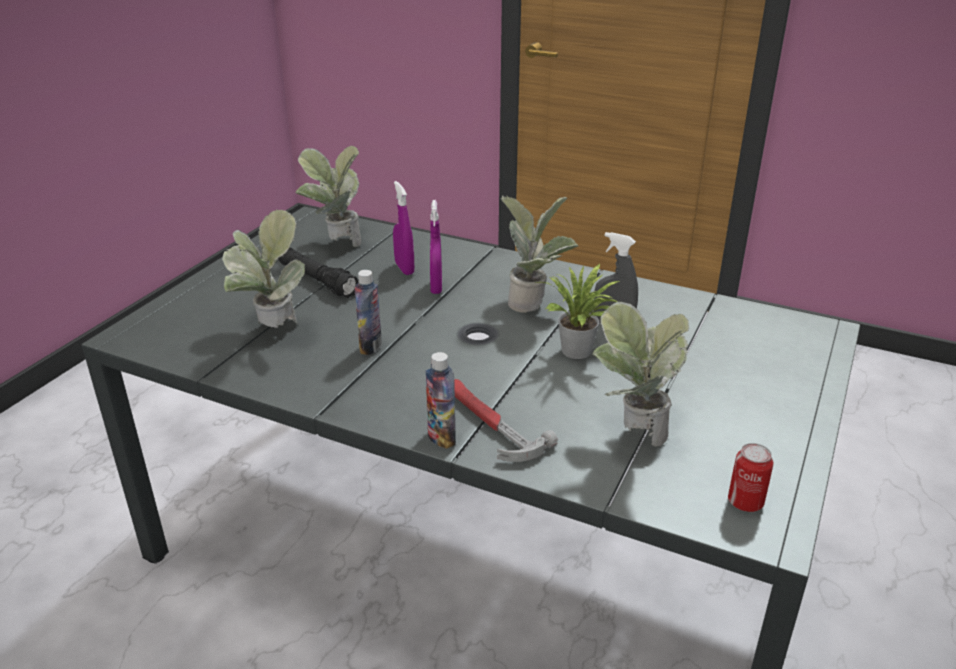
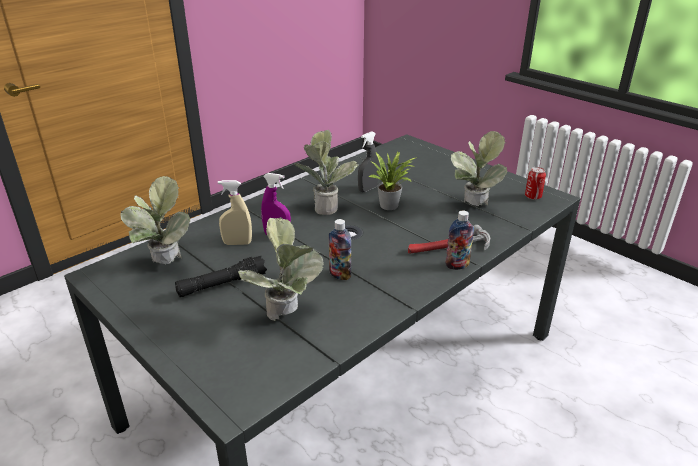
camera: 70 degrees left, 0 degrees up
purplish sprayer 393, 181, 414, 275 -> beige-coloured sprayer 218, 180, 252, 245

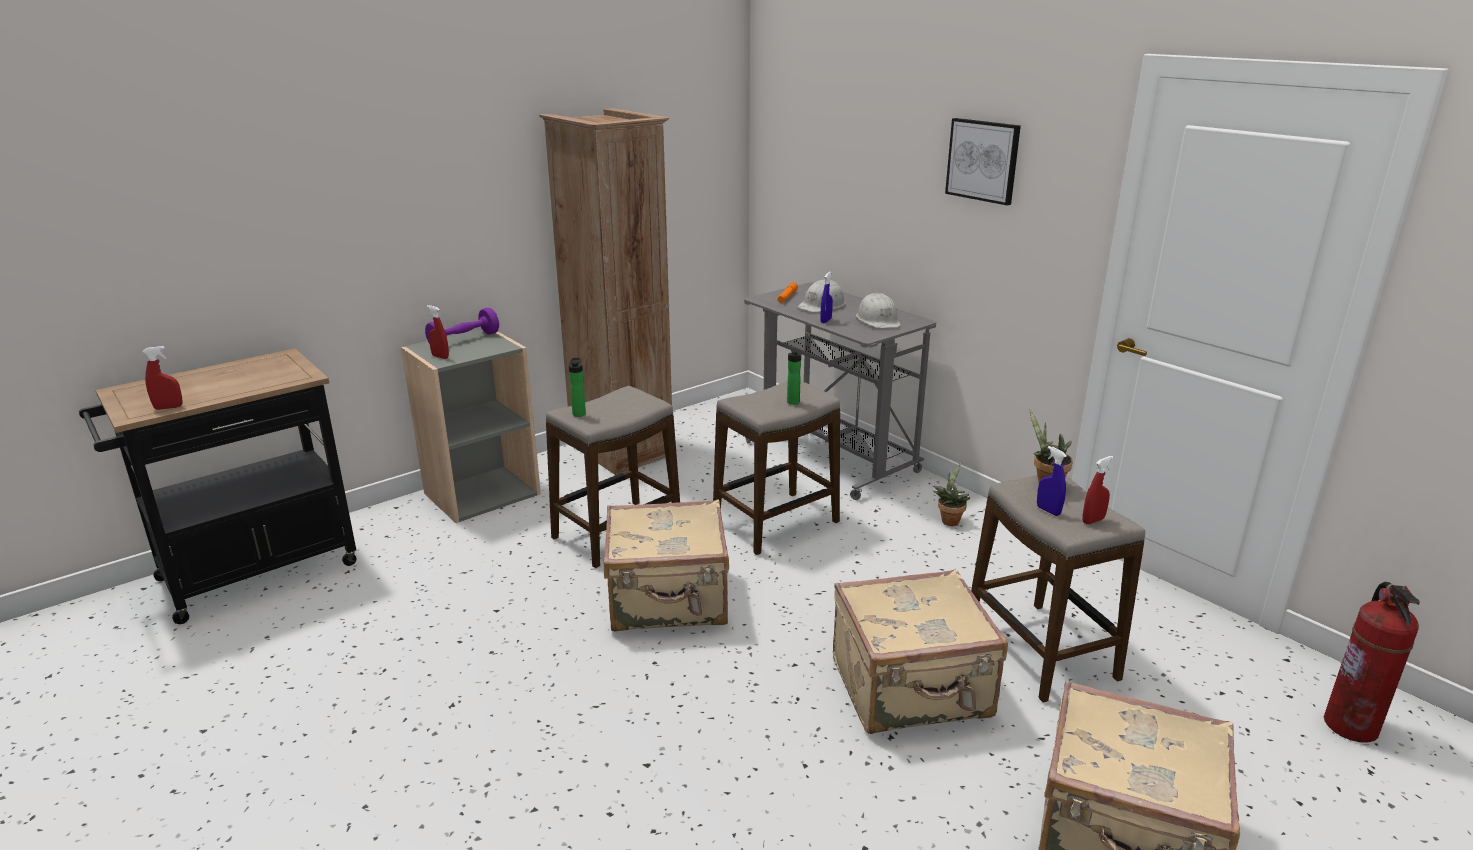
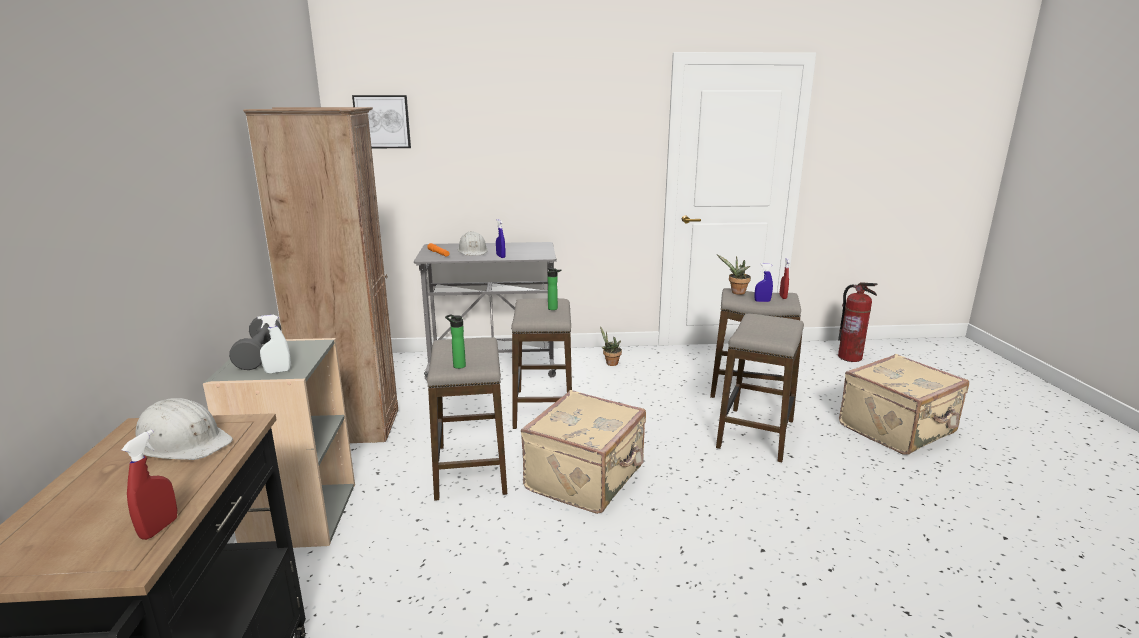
camera: 55 degrees left, 5 degrees down
white-coloured hard hat 856, 293, 900, 328 -> white-coloured hard hat 136, 398, 233, 460, relocated
purplish dumbbell 425, 308, 499, 344 -> grey dumbbell 229, 315, 281, 370
reddish sprayer 427, 305, 449, 359 -> white-coloured sprayer 257, 315, 291, 373
wall picture 945, 118, 1021, 205 -> wall picture 352, 95, 411, 148, relocated
beige-coloured travel case 833, 569, 1008, 734 -> stool seat 716, 313, 804, 462

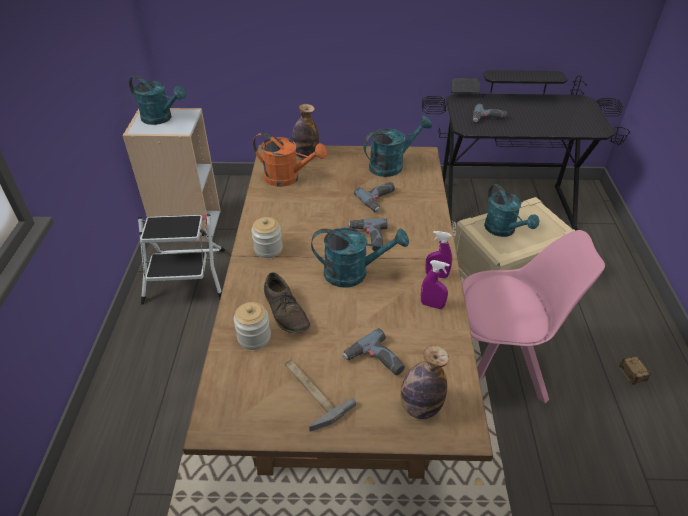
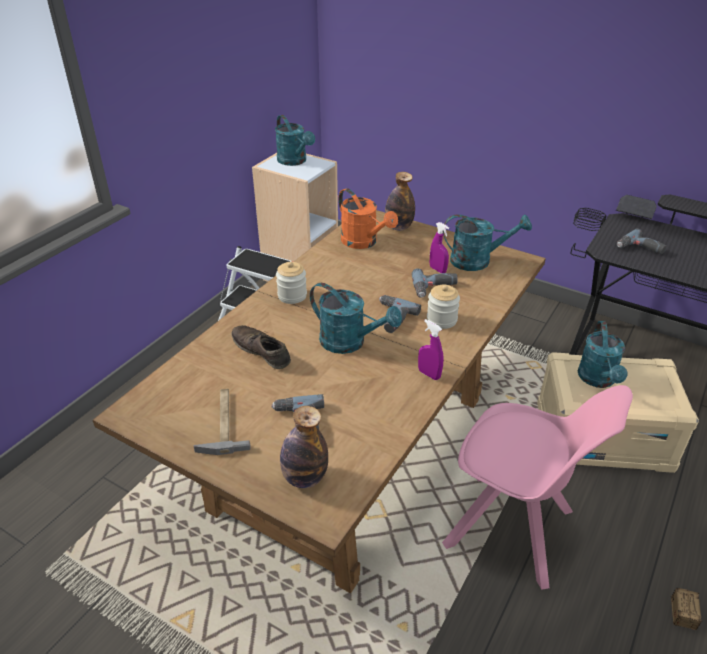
camera: 30 degrees right, 5 degrees down
brown-coloured low shoe 264, 272, 310, 334 -> brown-coloured low shoe 231, 325, 291, 369, 135 degrees clockwise
jar 234, 302, 271, 350 -> jar 427, 285, 460, 329, relocated
purplish sprayer 421, 260, 450, 309 -> purplish sprayer 430, 222, 449, 273, relocated

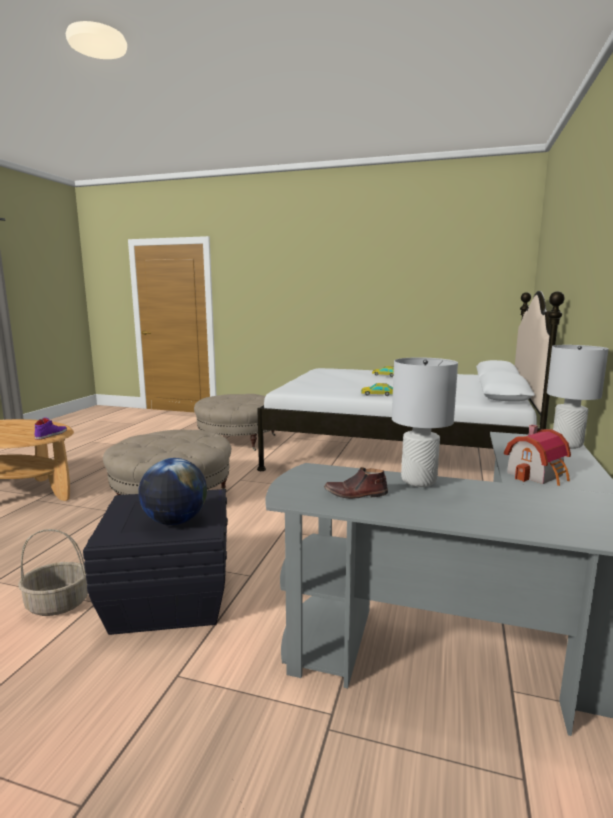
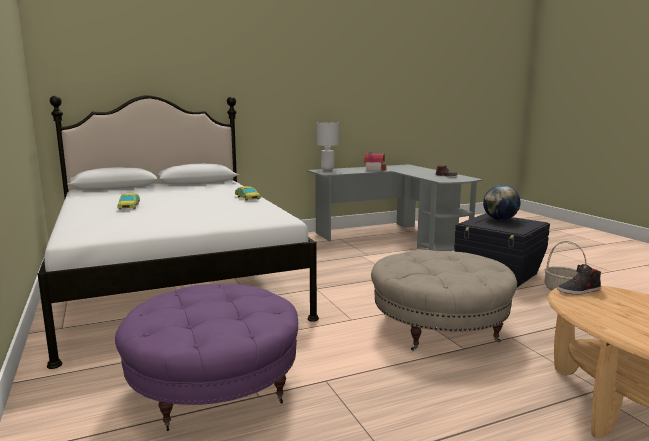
camera: 130 degrees left, 0 degrees up
beige-coloured footrest 194, 394, 276, 451 -> purplish footrest 115, 284, 298, 431
purplish low shoe 35, 417, 67, 440 -> black-coloured low shoe 557, 264, 601, 295
grey tabletop lamp 392, 357, 458, 487 -> none

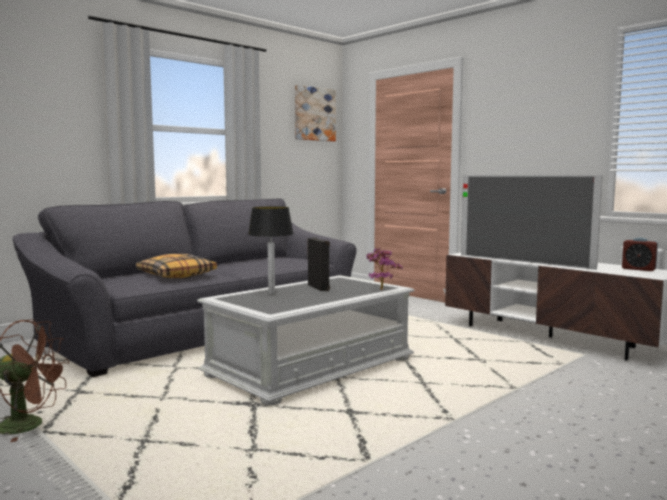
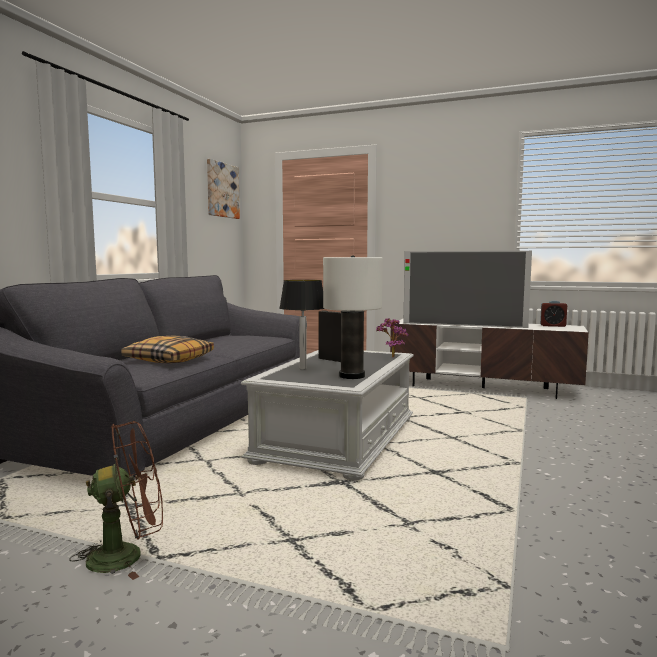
camera: 25 degrees left, 0 degrees up
none -> white-coloured tabletop lamp 323, 255, 383, 379

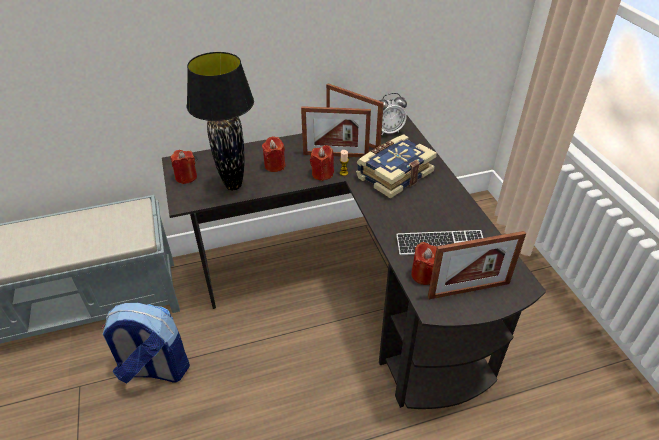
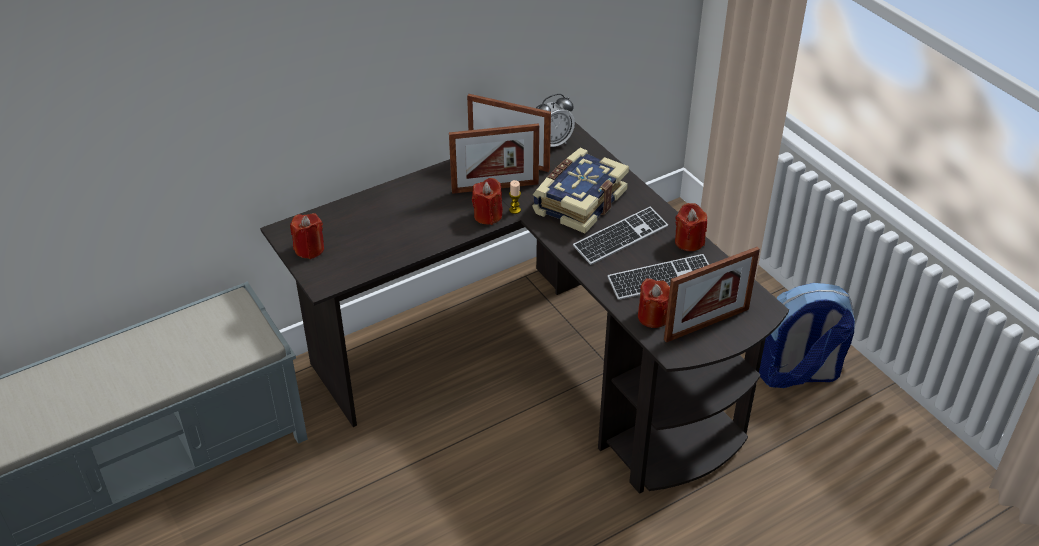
camera: 15 degrees left, 0 degrees up
none -> keyboard 573, 207, 668, 265
reddish wax light 262, 136, 286, 172 -> reddish wax light 675, 203, 707, 251, relocated
backpack 102, 303, 190, 384 -> backpack 759, 283, 855, 388, relocated
black-coloured tabletop lamp 187, 52, 254, 190 -> none

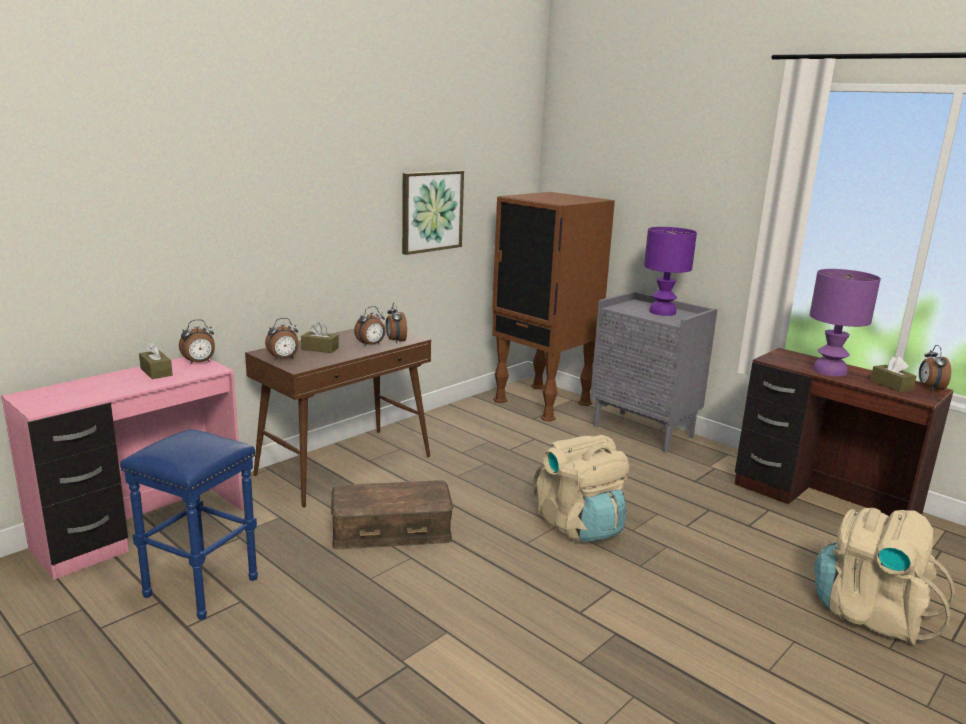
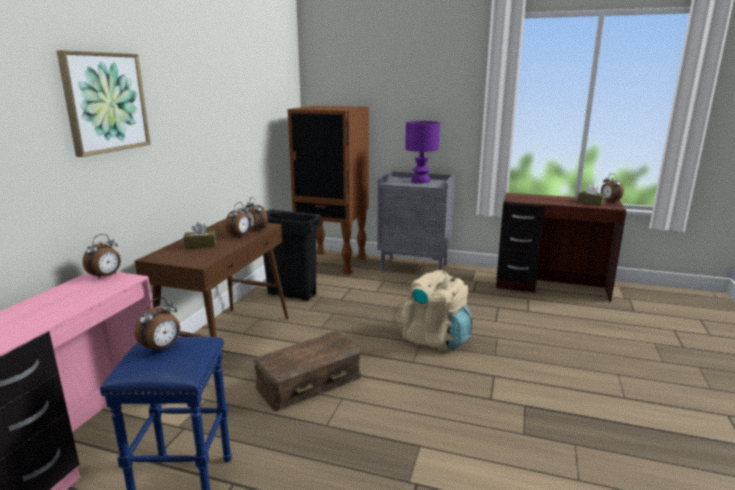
camera: 25 degrees left, 0 degrees up
wall picture 402, 170, 464, 255 -> wall picture 57, 50, 151, 157, relocated
alarm clock 265, 318, 299, 360 -> alarm clock 134, 297, 180, 354, relocated
none -> black-coloured rubbish bin 263, 209, 321, 301
brown-coloured tissue holder 139, 341, 173, 379 -> none
purplish tabletop lamp 810, 269, 881, 377 -> none
beige-coloured backpack 814, 508, 955, 645 -> none

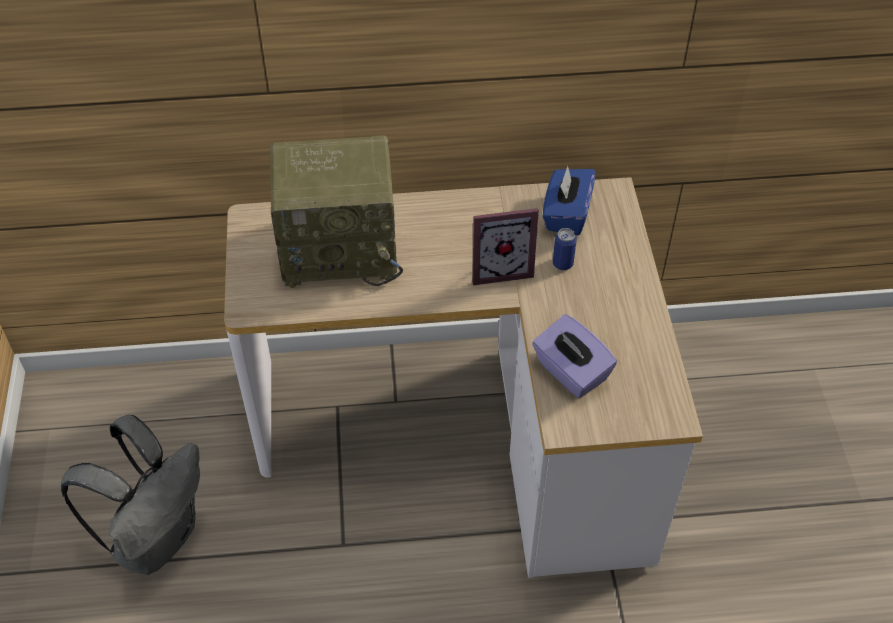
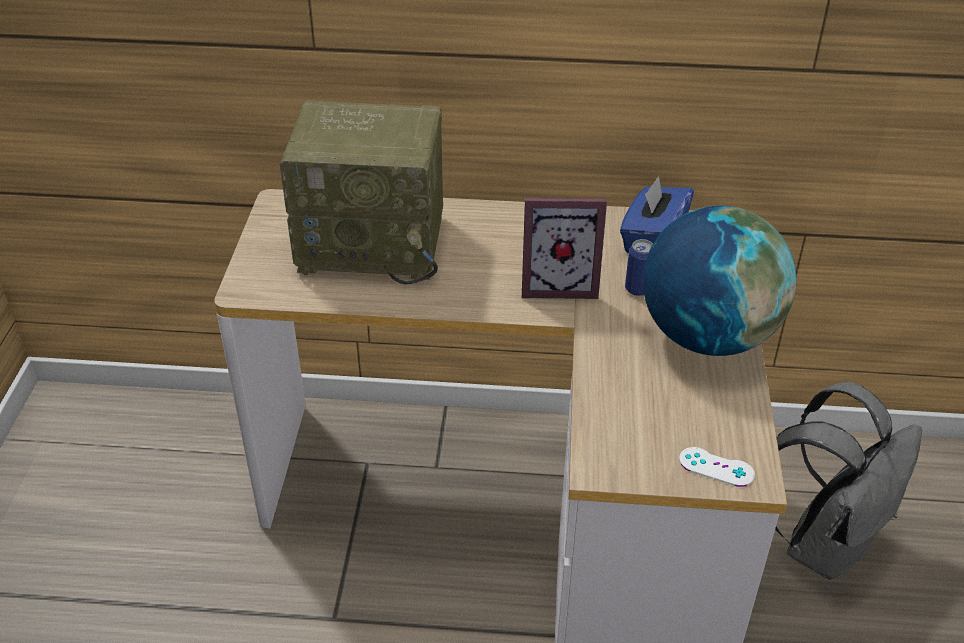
camera: 10 degrees right, 10 degrees down
none -> desk globe 643, 206, 797, 356
none -> white-coloured gamepad 679, 447, 755, 487
grey backpack 60, 415, 200, 575 -> grey backpack 775, 382, 922, 580, relocated
purplish tissue holder 532, 314, 617, 398 -> none

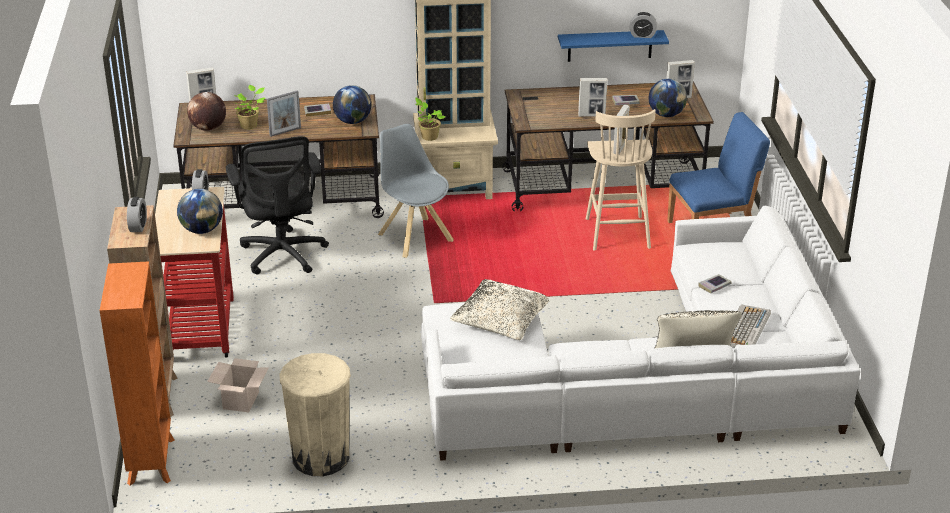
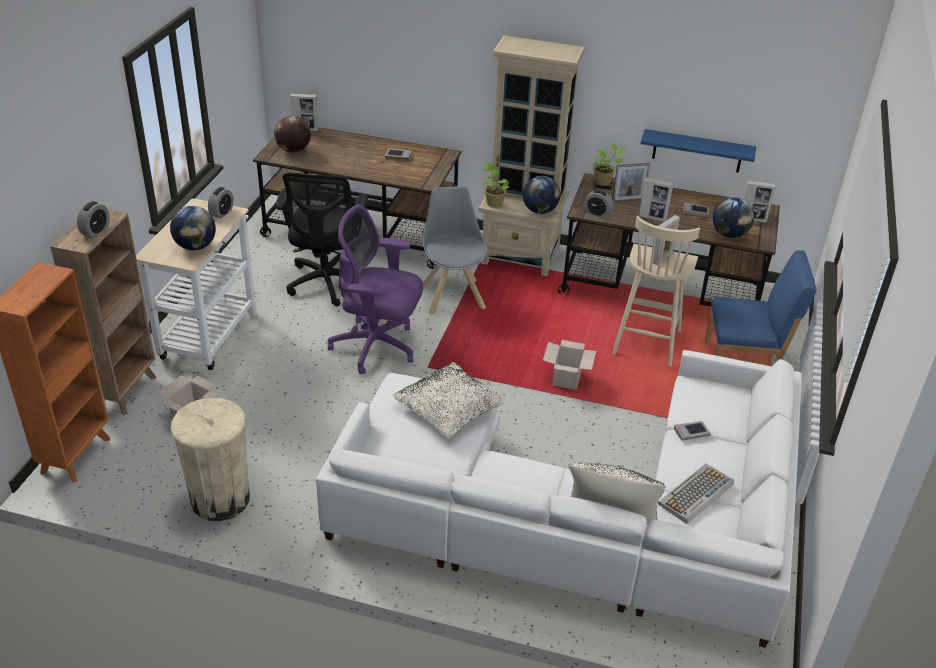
camera: 20 degrees right, 5 degrees up
reddish trolley 155, 187, 234, 357 -> white-coloured trolley 136, 198, 257, 370
none -> purplish desk chair 328, 204, 423, 374
desk globe 333, 85, 371, 124 -> desk globe 523, 176, 560, 214, relocated
none -> packing box 543, 340, 596, 390
alarm clock 630, 12, 657, 38 -> alarm clock 584, 190, 613, 218, relocated
potted plant 233, 85, 266, 129 -> potted plant 592, 143, 626, 186, relocated
standing frame 267, 90, 301, 137 -> standing frame 612, 163, 650, 202, relocated

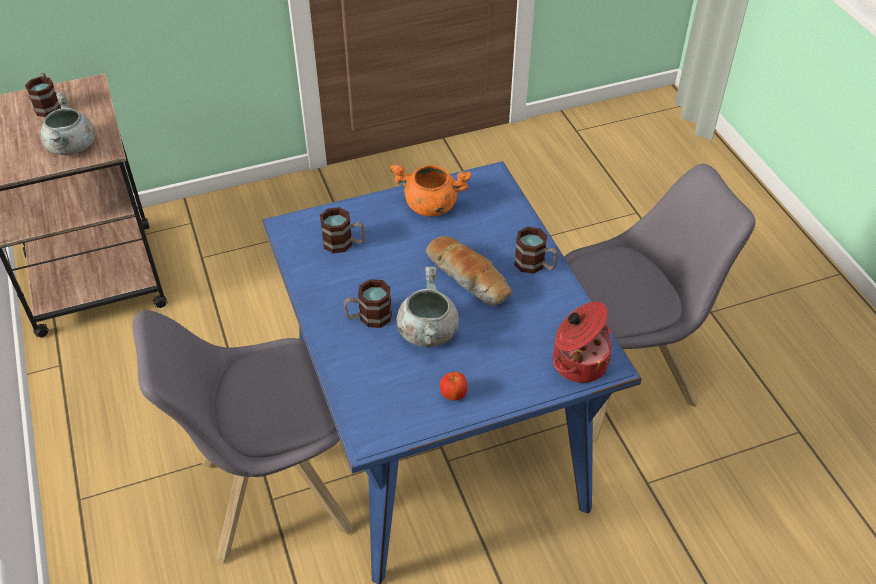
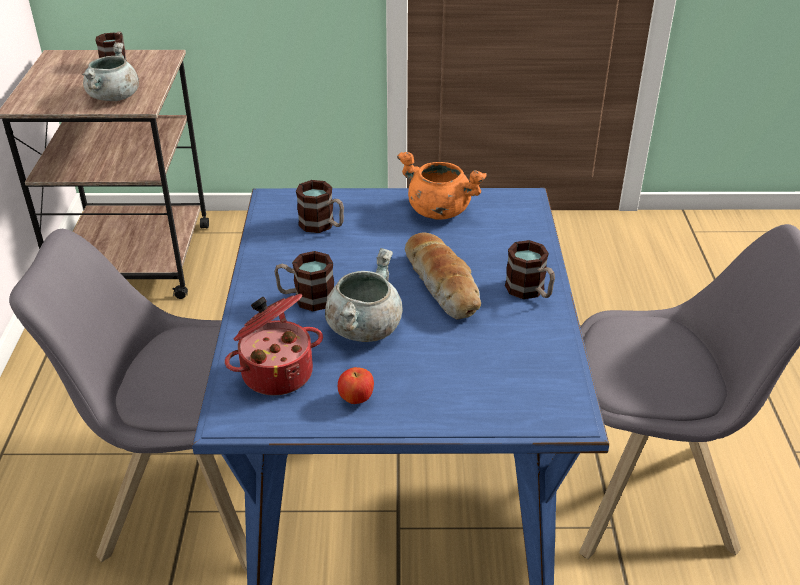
camera: 20 degrees right, 10 degrees down
stockpot 553, 302, 612, 383 -> stockpot 225, 294, 323, 396, relocated

